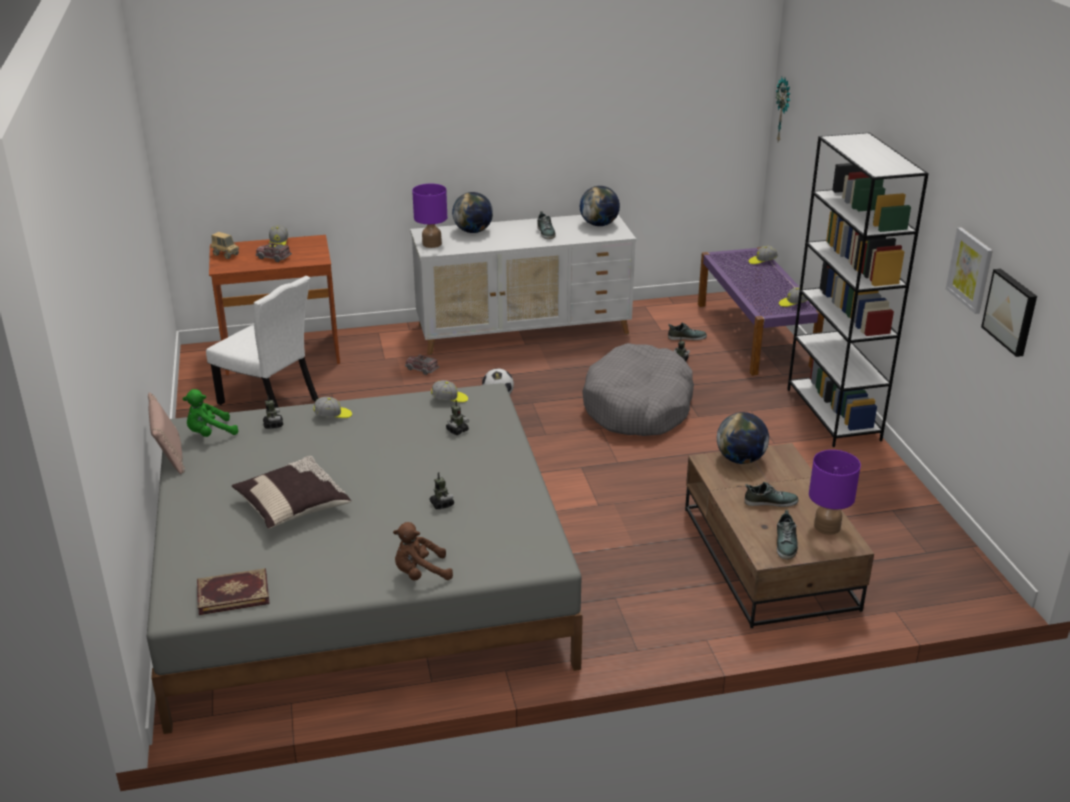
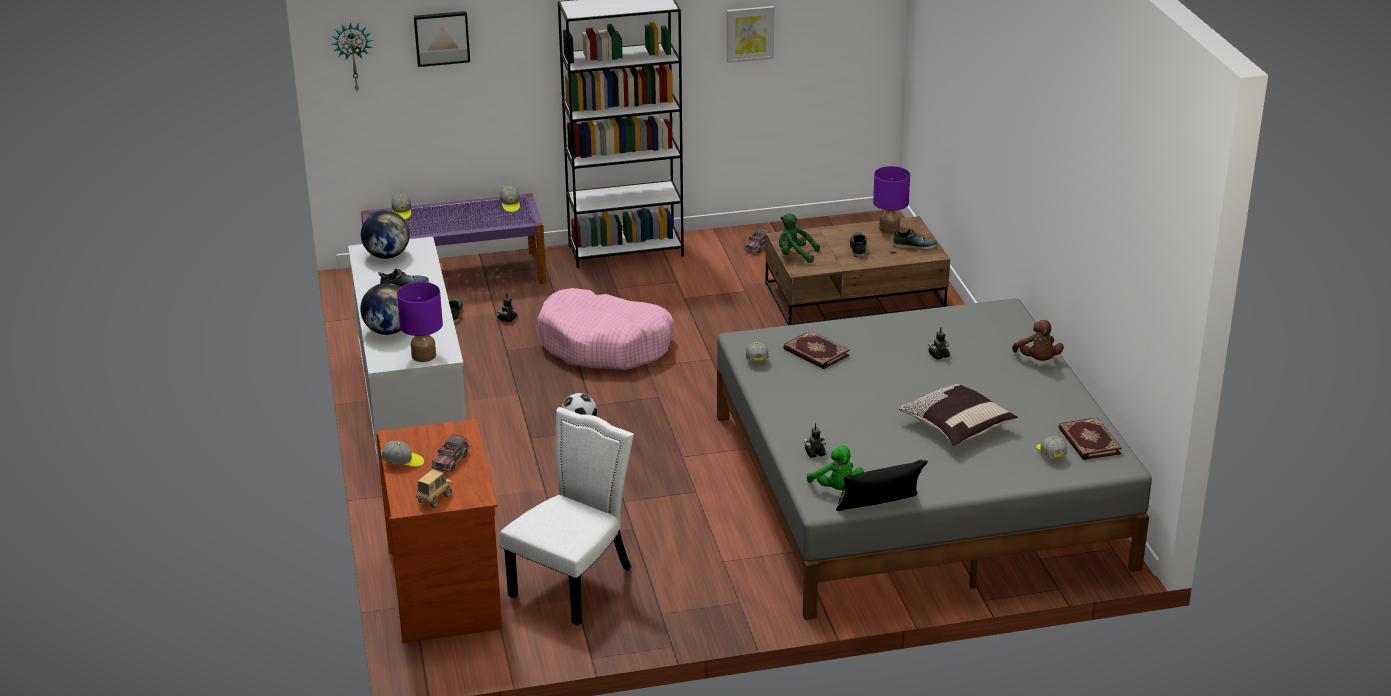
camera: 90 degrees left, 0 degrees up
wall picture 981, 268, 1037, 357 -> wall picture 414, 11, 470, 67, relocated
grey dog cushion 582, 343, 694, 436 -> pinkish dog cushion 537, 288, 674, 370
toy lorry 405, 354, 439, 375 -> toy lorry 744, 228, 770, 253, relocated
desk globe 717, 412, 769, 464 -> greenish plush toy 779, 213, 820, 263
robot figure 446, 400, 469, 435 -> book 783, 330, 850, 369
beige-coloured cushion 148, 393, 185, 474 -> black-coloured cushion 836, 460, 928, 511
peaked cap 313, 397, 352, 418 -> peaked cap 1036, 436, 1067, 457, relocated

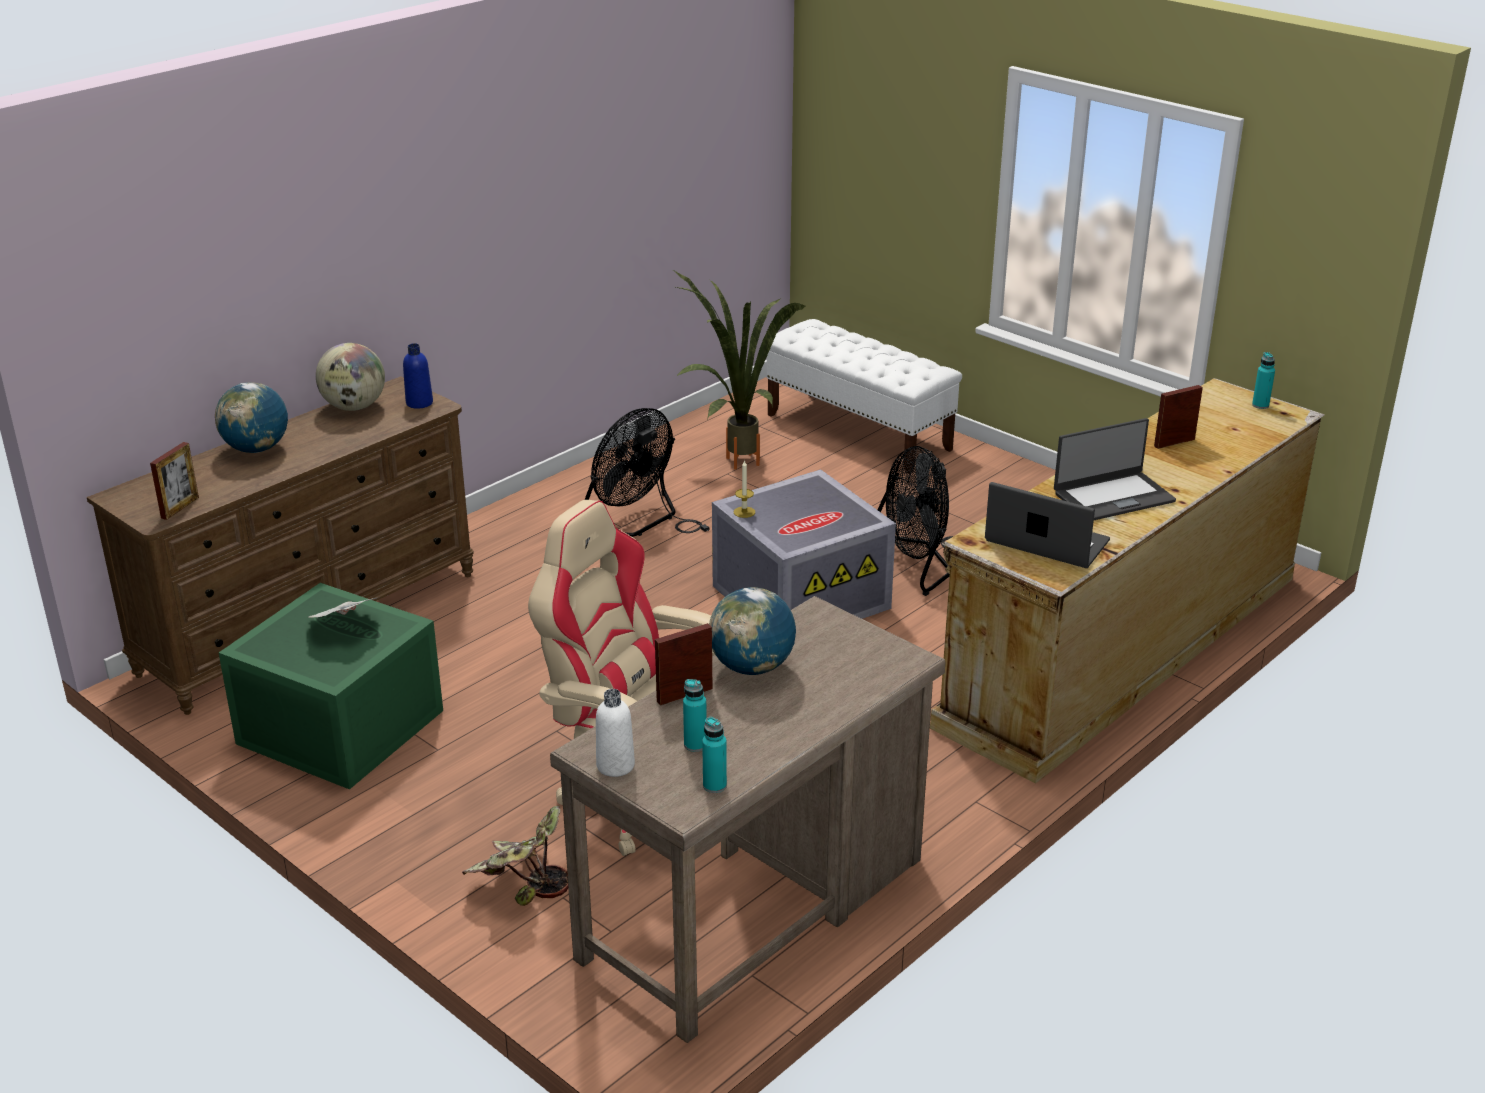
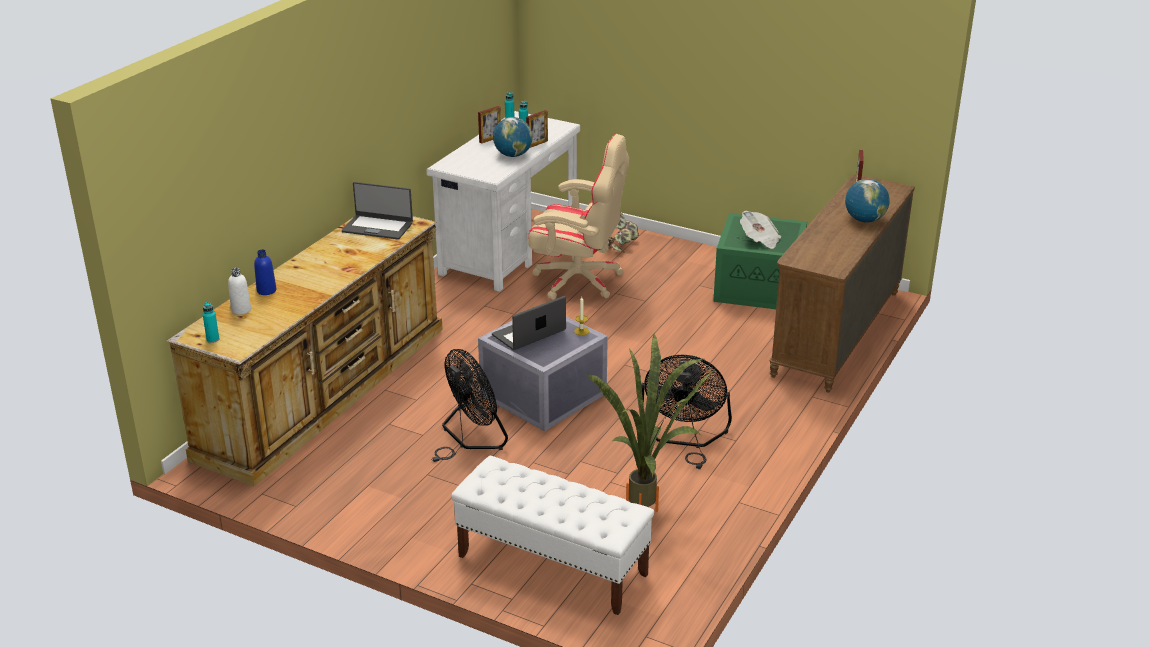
camera: 165 degrees right, 0 degrees up
white-coloured bottle 596, 689, 635, 777 -> white-coloured bottle 228, 268, 251, 315, relocated
bluish bottle 403, 343, 433, 409 -> bluish bottle 254, 249, 276, 295, relocated
brown-coloured desk 550, 596, 945, 1043 -> white-coloured desk 427, 111, 580, 292
standing frame 1154, 385, 1203, 449 -> standing frame 478, 106, 501, 144, relocated
laptop 1054, 418, 1176, 520 -> laptop 492, 296, 566, 350, relocated
black-coloured cooling fan 585, 408, 709, 537 -> black-coloured cooling fan 641, 355, 732, 469, 105 degrees counterclockwise
desk globe 316, 343, 385, 411 -> none

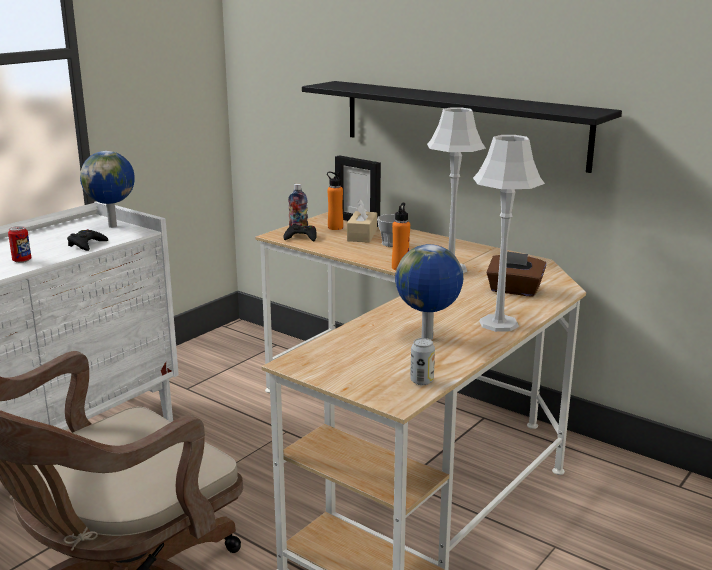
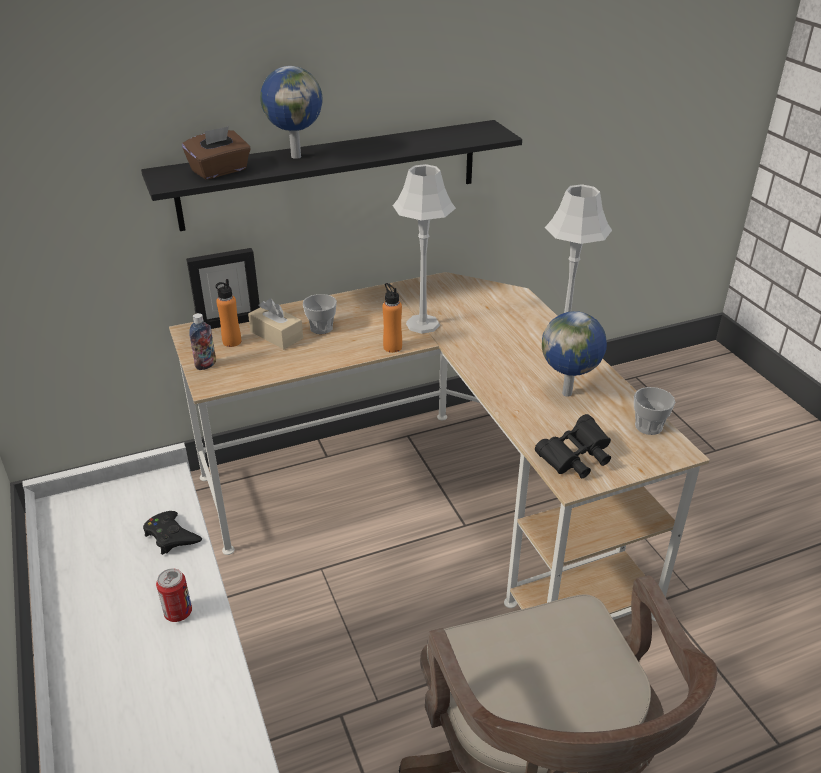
camera: 60 degrees left, 15 degrees up
brown-coloured tissue holder 486, 251, 546, 297 -> brown-coloured tissue holder 182, 126, 251, 180, relocated
desk globe 80, 151, 135, 228 -> desk globe 260, 66, 323, 159, relocated
none -> black-coloured binoculars 535, 414, 611, 478
sealed can 410, 338, 435, 385 -> drinking cup 634, 387, 675, 435
black-coloured gamepad 283, 224, 317, 241 -> none

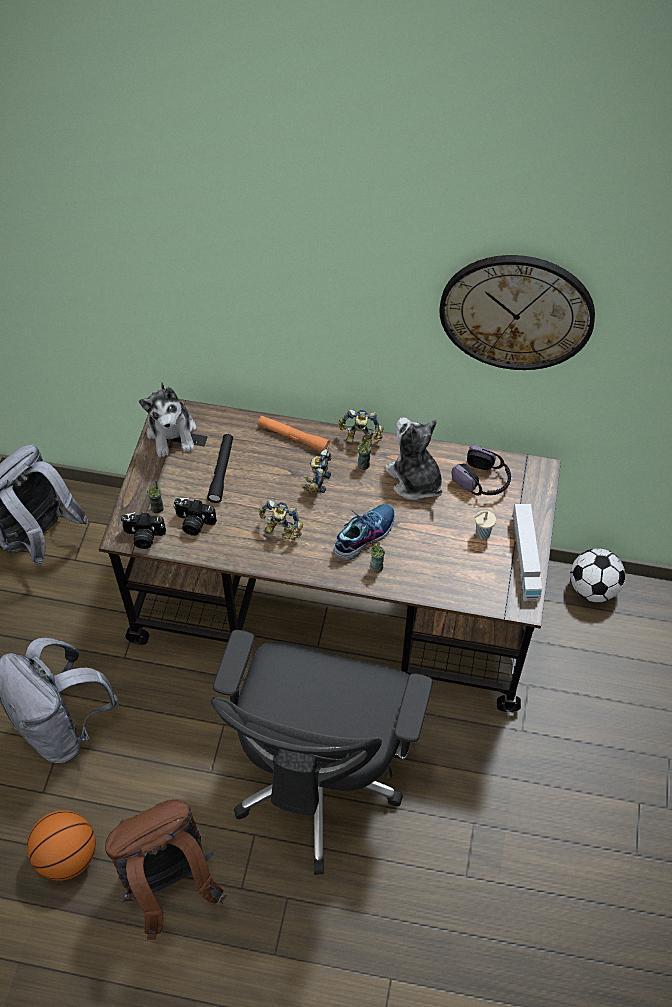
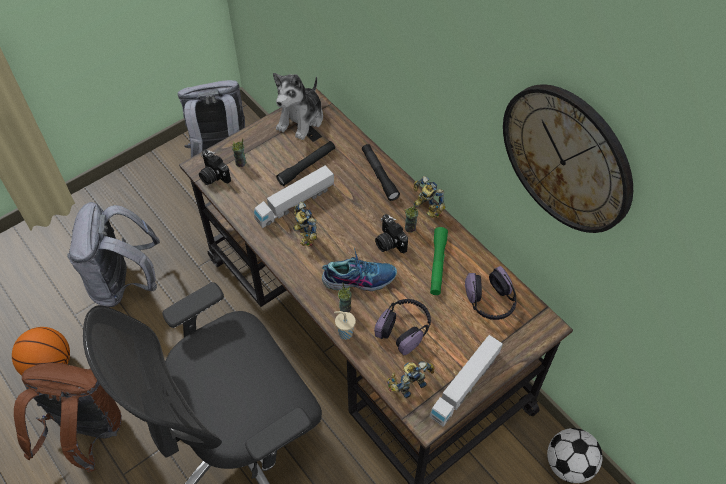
camera: 40 degrees right, 0 degrees up
none -> toy lorry 254, 165, 335, 228
beige-coloured drinking cup 474, 510, 496, 540 -> beige-coloured drinking cup 334, 311, 356, 340, relocated
orangey hand torch 258, 415, 330, 452 -> black-coloured hand torch 362, 144, 400, 201
none -> headset 374, 299, 431, 355
photo camera 173, 498, 217, 536 -> photo camera 375, 214, 408, 253, relocated
robot figure 302, 449, 331, 494 -> robot figure 387, 361, 434, 398, relocated
plush toy 385, 417, 442, 500 -> greenish hand torch 430, 227, 448, 295

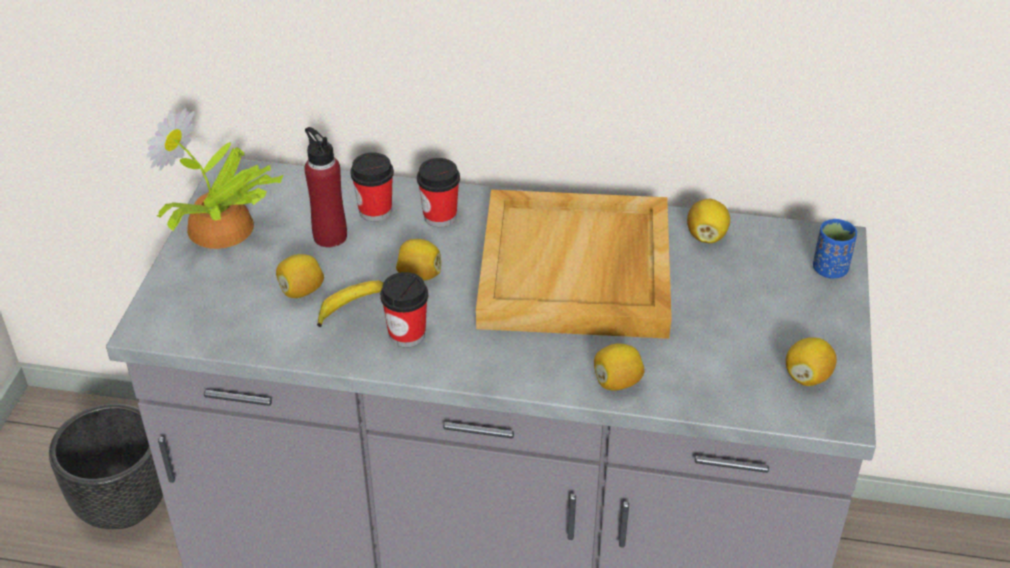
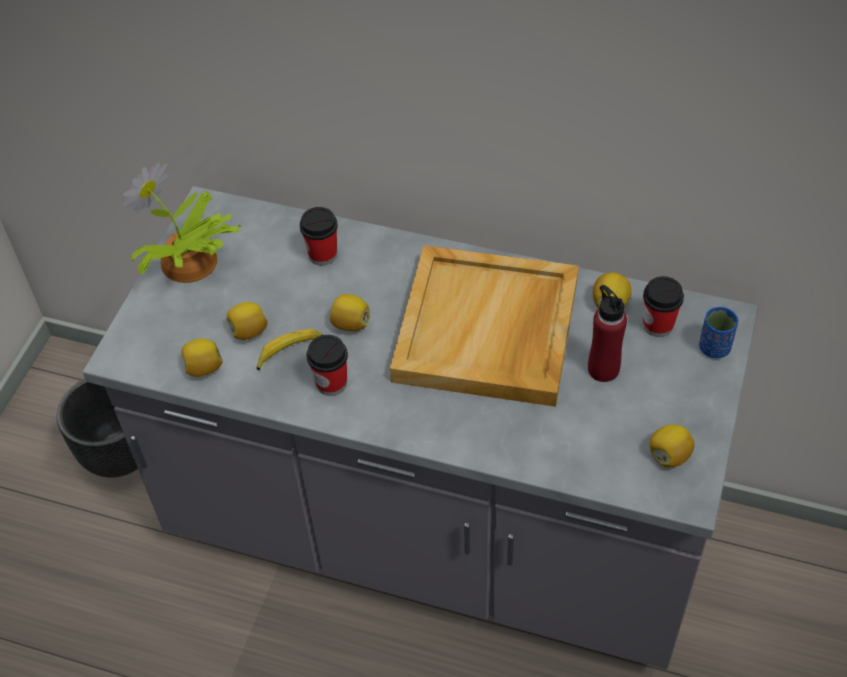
camera: 10 degrees right, 10 degrees up
lemon 594, 344, 645, 391 -> lemon 181, 339, 223, 377, relocated
reddish bottle 304, 127, 347, 247 -> reddish bottle 588, 285, 627, 382, relocated
drinking cup 417, 158, 460, 227 -> drinking cup 643, 276, 684, 337, relocated

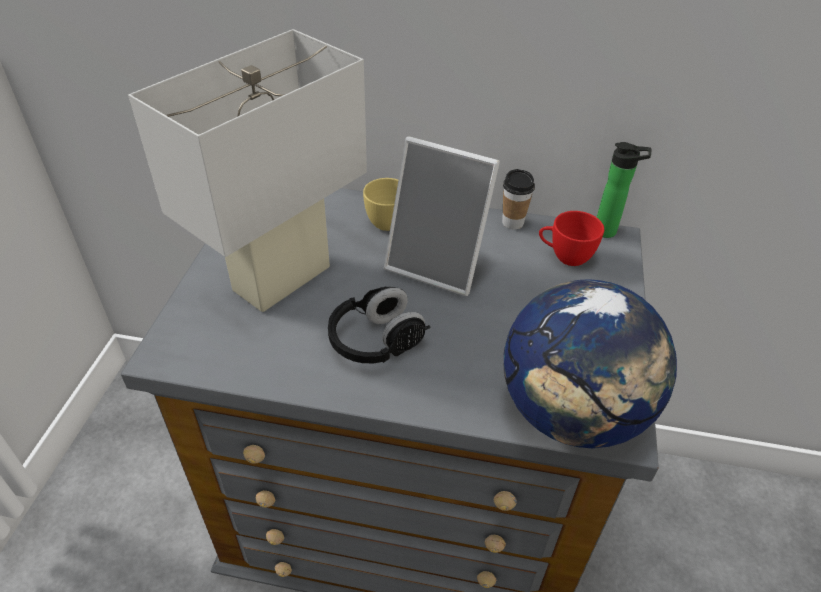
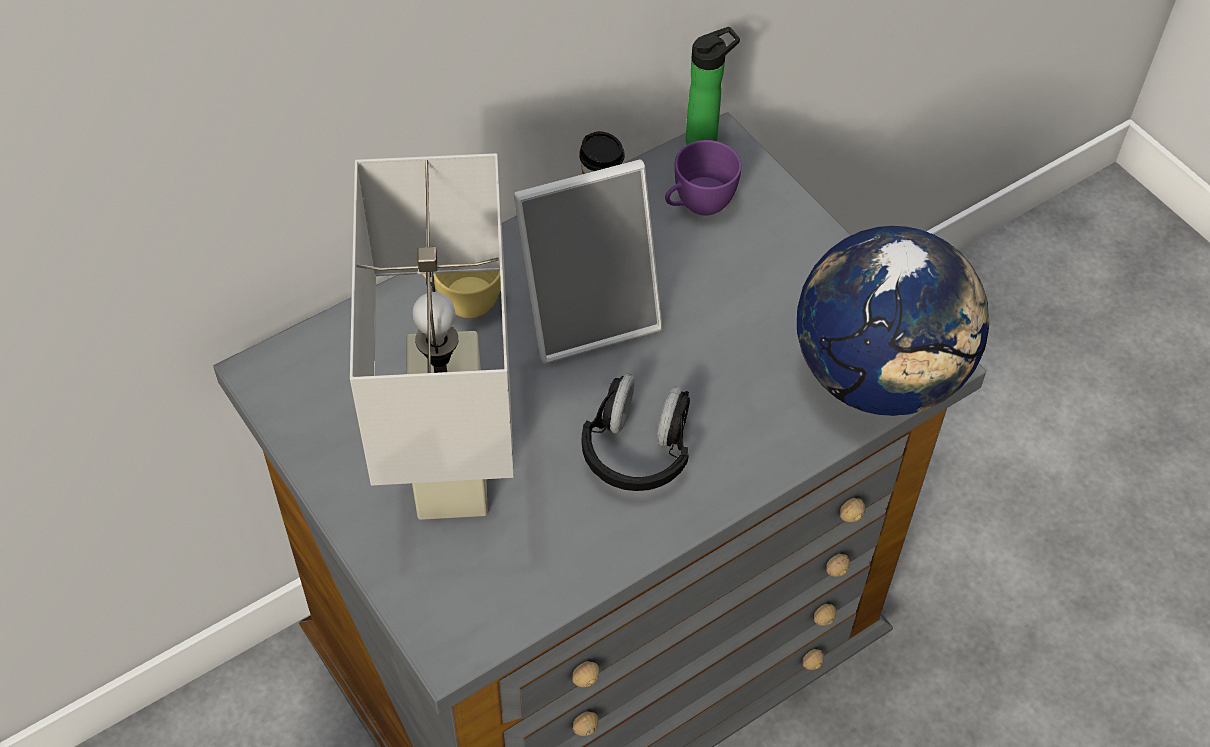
camera: 45 degrees left, 10 degrees up
reddish drinking cup 539, 211, 604, 266 -> purplish drinking cup 665, 140, 742, 215

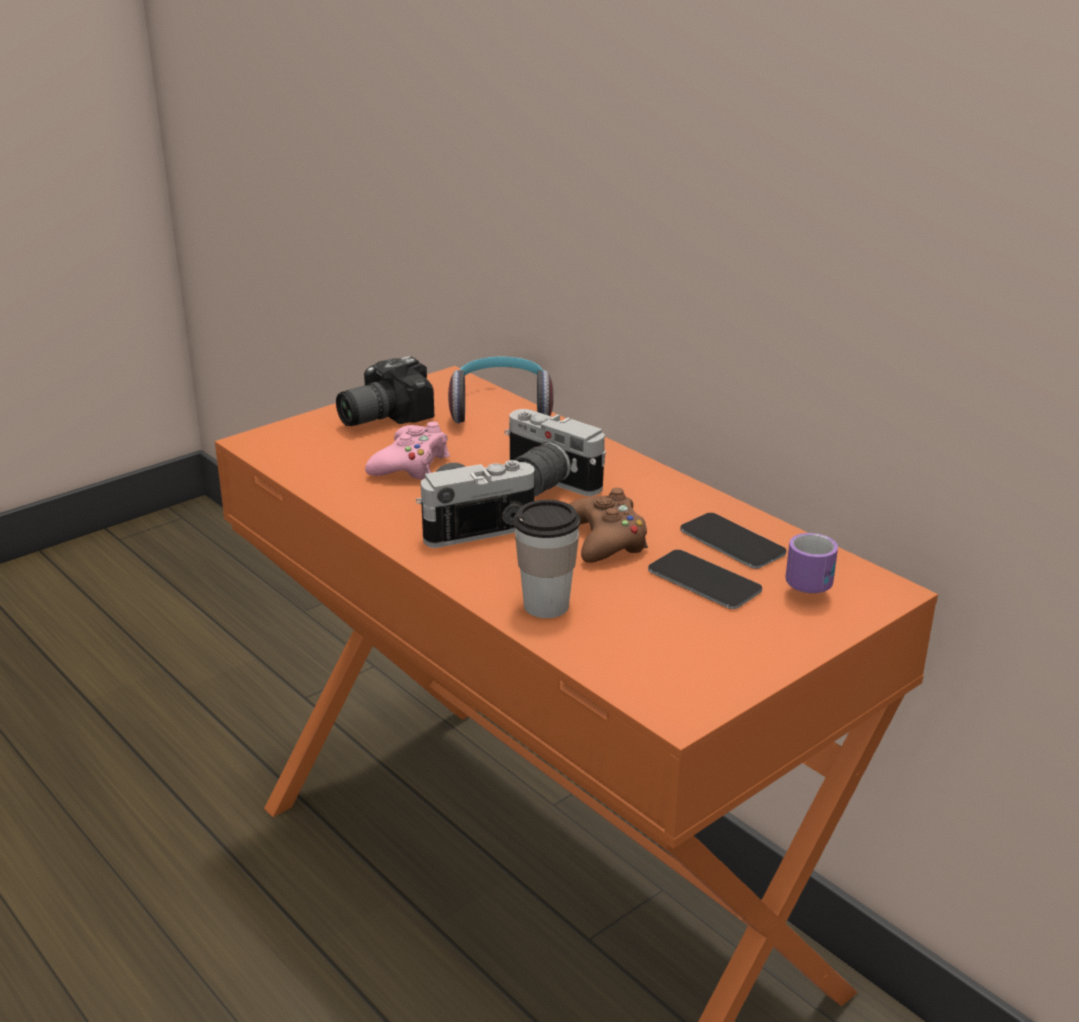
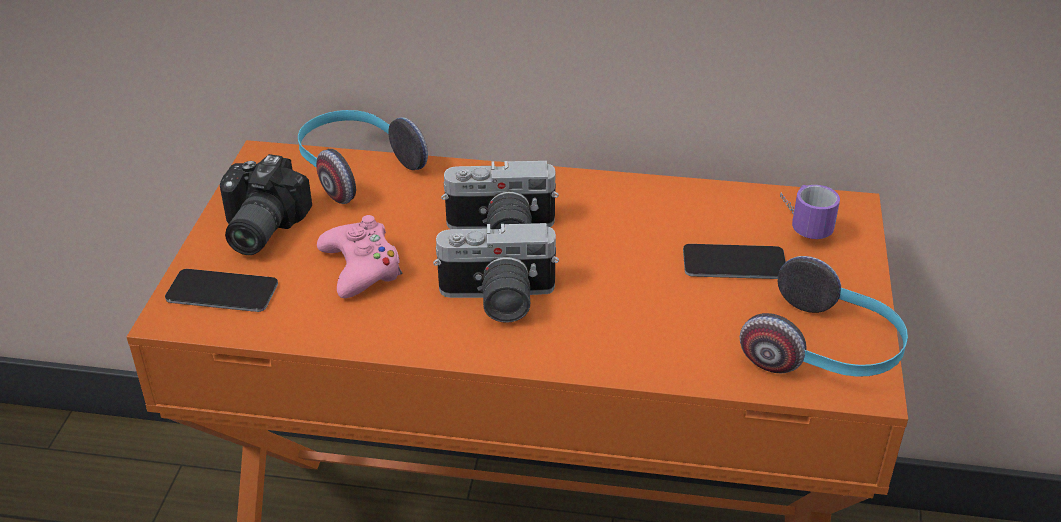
camera: 40 degrees left, 10 degrees up
phone 680, 513, 786, 569 -> phone 165, 269, 278, 312, relocated
photo camera 416, 460, 534, 548 -> photo camera 433, 223, 559, 323, 120 degrees counterclockwise
none -> headset 740, 256, 908, 377
drinking cup 514, 500, 580, 618 -> none
brown-coloured gamepad 569, 488, 648, 563 -> none

